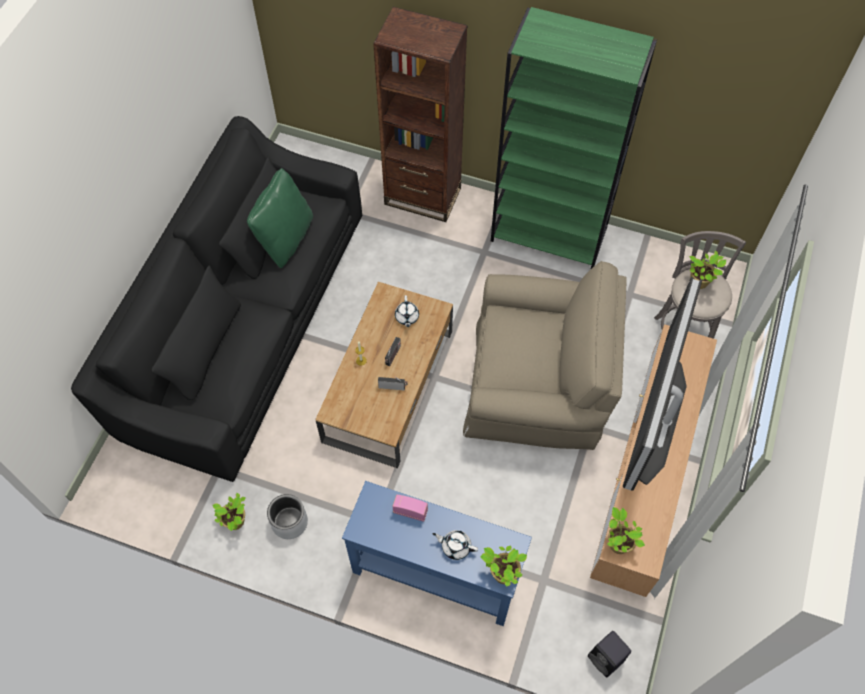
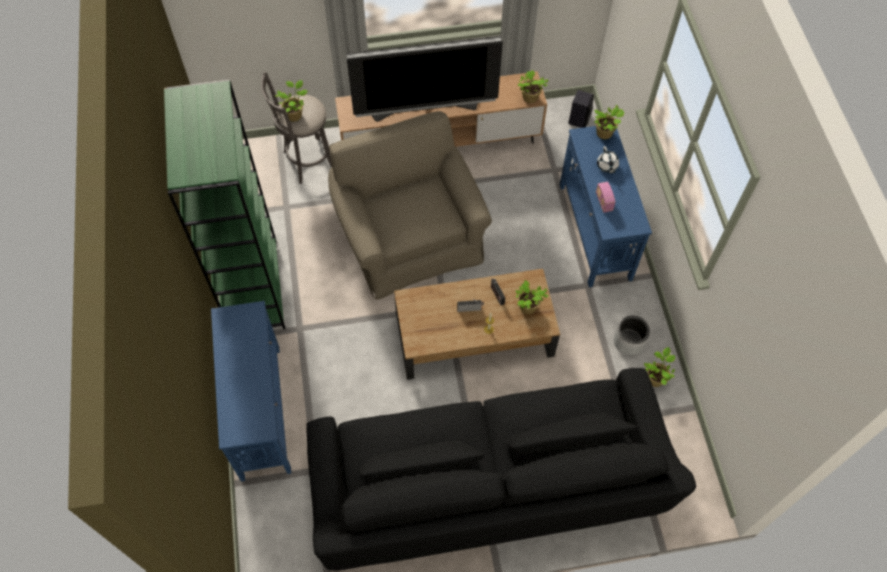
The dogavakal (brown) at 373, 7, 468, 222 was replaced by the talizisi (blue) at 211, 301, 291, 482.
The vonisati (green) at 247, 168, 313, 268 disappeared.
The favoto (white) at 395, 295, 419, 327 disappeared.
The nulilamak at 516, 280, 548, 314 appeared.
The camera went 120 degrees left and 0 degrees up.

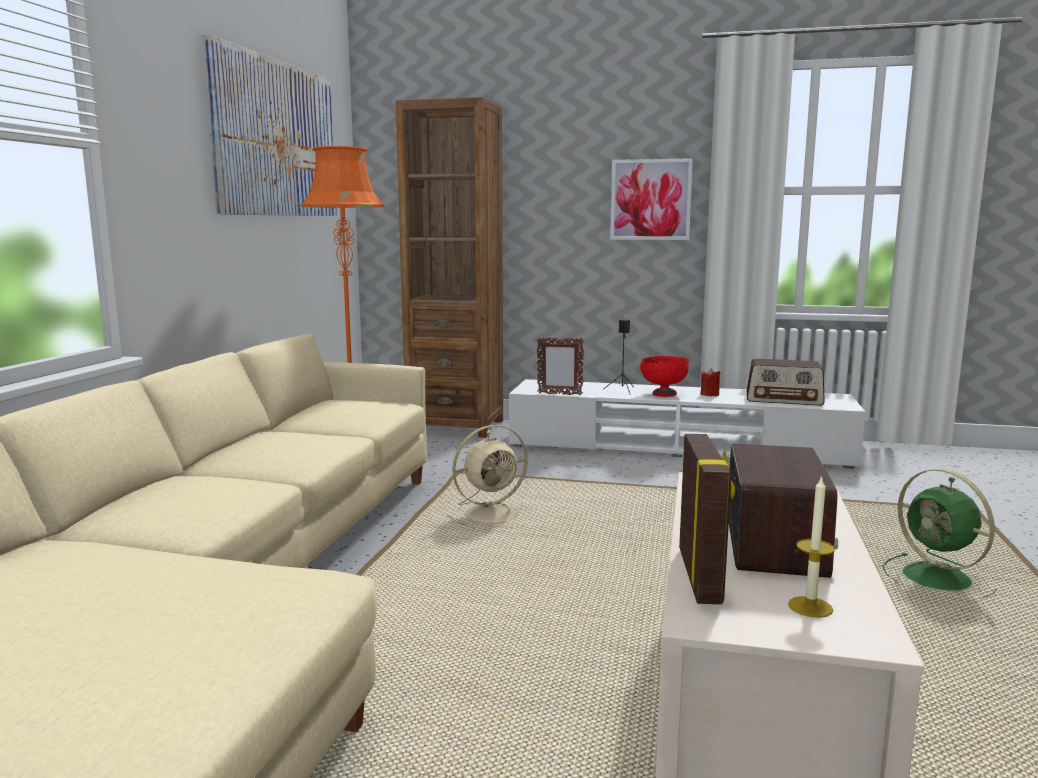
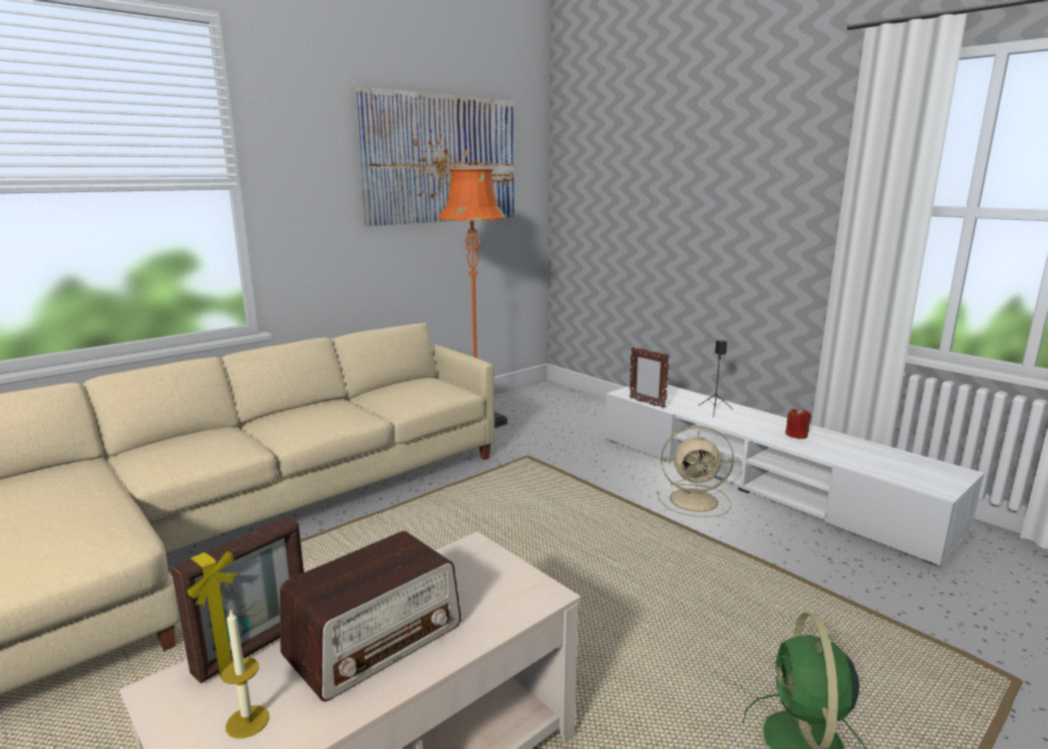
The dogavakal (brown) at 396, 97, 503, 438 disappeared.
The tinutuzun at 610, 158, 693, 240 disappeared.
The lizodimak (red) at 640, 356, 689, 397 disappeared.
The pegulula at 747, 359, 825, 406 disappeared.
The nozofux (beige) moved from 446, 425, 530, 529 to 656, 426, 734, 517.
The camera went 35 degrees right and 5 degrees up.

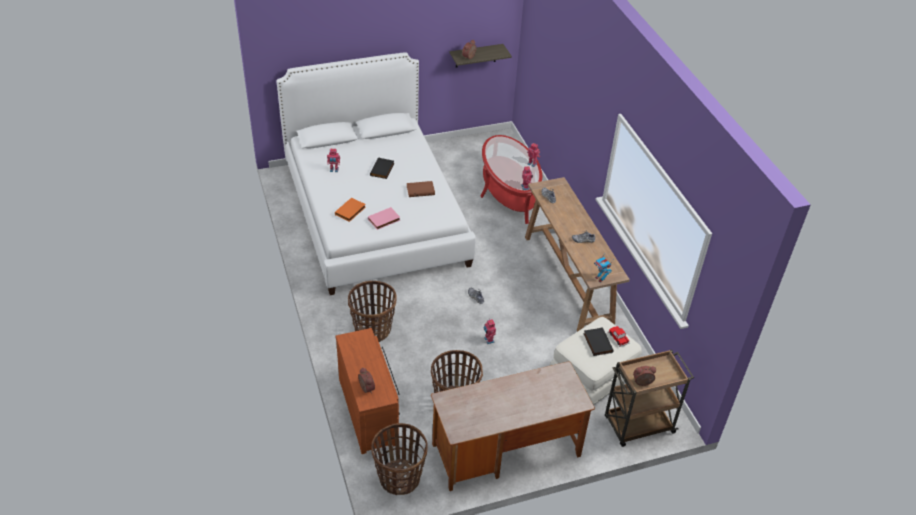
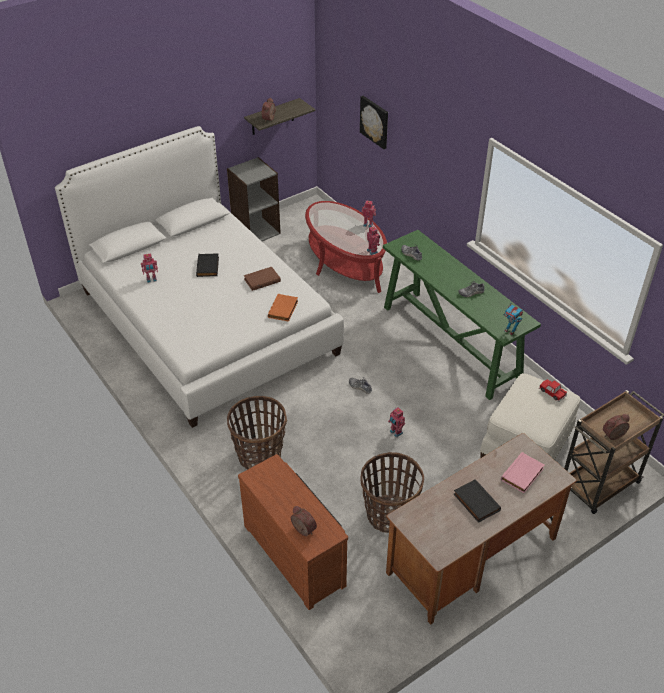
The talizisi (brown) at 525, 177, 630, 332 became the talizisi (green) at 383, 230, 541, 400.
The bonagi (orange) moved from 335, 198, 366, 222 to 268, 294, 298, 322.
The bonagi (pink) moved from 368, 207, 400, 230 to 501, 452, 544, 493.
The bonagi (black) moved from 583, 327, 614, 356 to 454, 479, 501, 523.
The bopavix at 371, 423, 428, 495 disappeared.
The tinutuzun at 360, 96, 388, 149 appeared.
The dogavakal (grey) at 227, 157, 281, 241 appeared.
The camera went 15 degrees left and 0 degrees up.

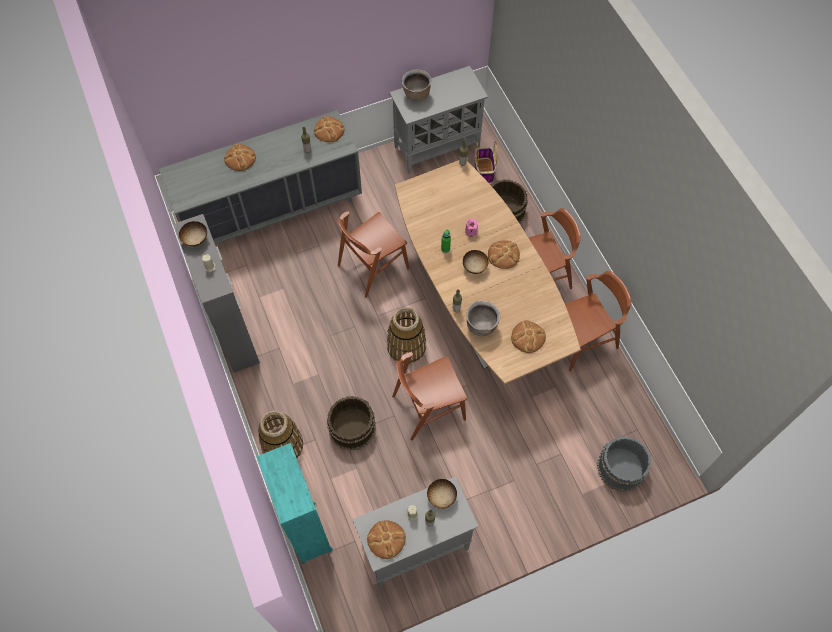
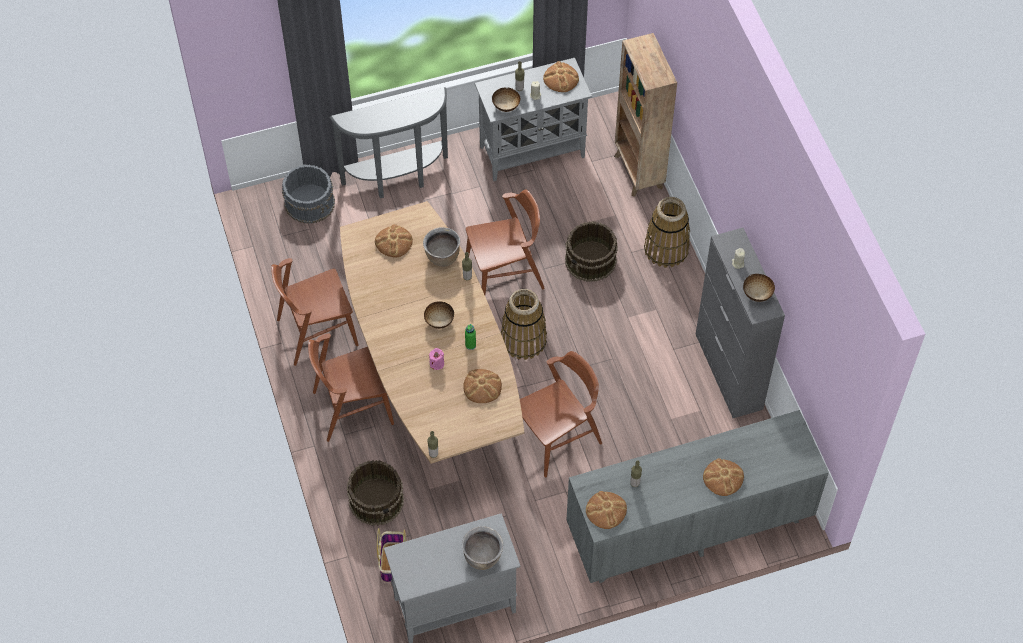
The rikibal moved from 488, 240, 520, 269 to 463, 369, 502, 403.
The dogavakal (turquoise) at 256, 443, 333, 564 became the dogavakal (brown) at 614, 33, 677, 197.
The talizisi (grey) at 329, 87, 448, 198 appeared.
The camera went 175 degrees left and 5 degrees down.

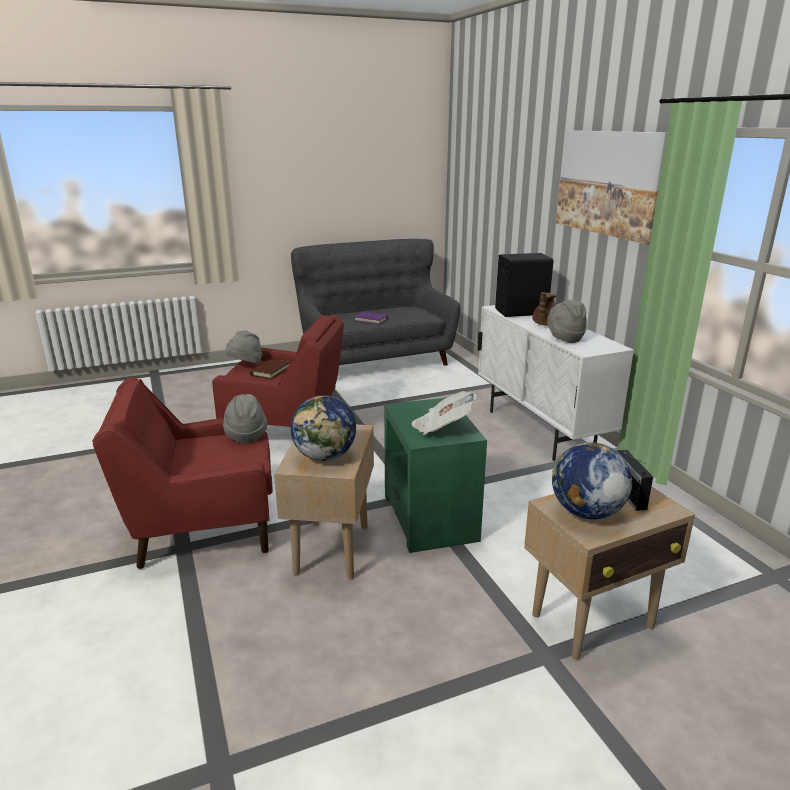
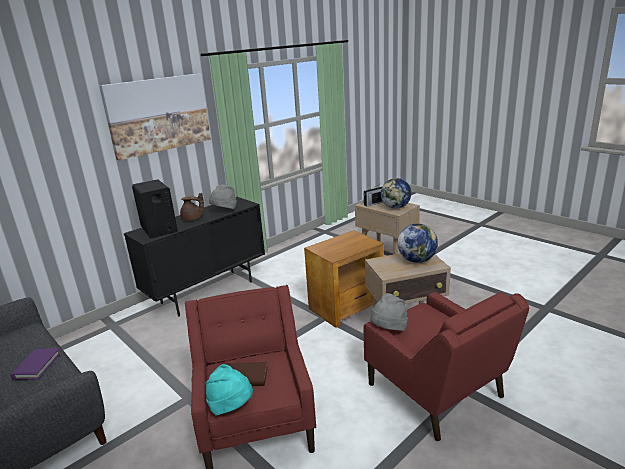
The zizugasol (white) at 477, 305, 634, 461 became the zizugasol (black) at 124, 197, 265, 317.
The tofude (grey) at 225, 330, 262, 364 became the tofude (turquoise) at 205, 364, 253, 416.
The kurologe at 411, 391, 477, 435 disappeared.
The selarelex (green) at 384, 398, 487, 553 became the selarelex (brown) at 304, 230, 384, 328.
The camera went 110 degrees left and 0 degrees up.

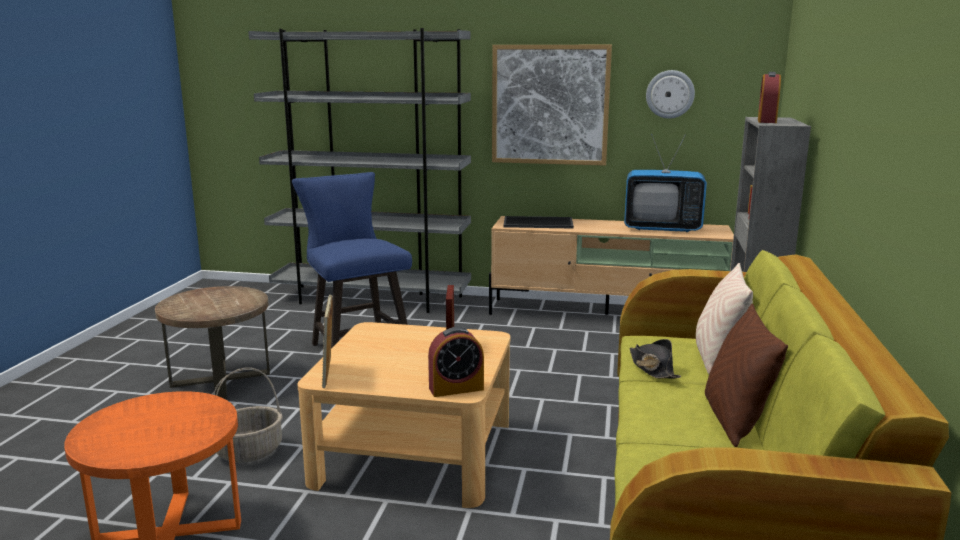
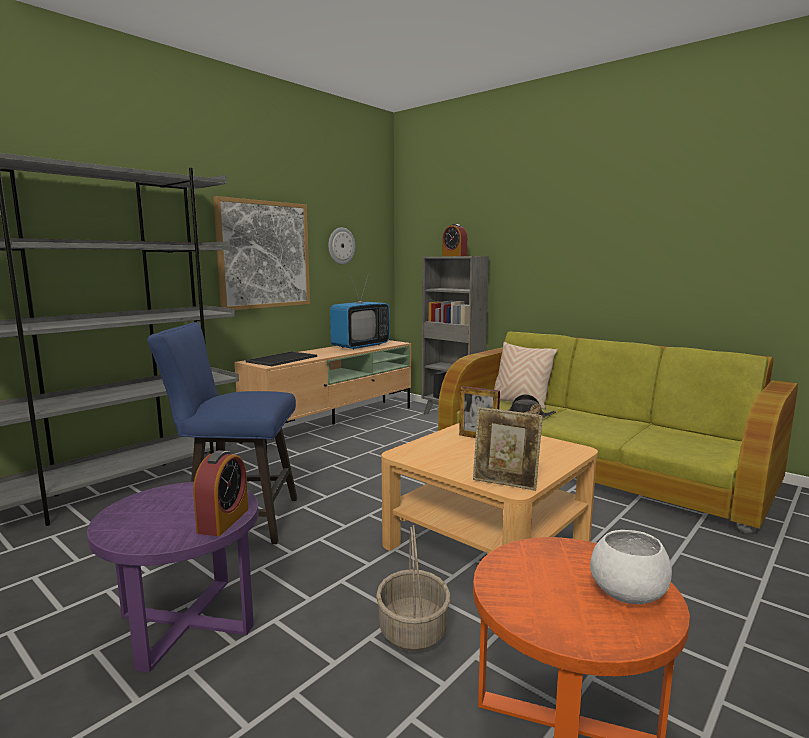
The selarelex (brown) at 155, 286, 270, 399 became the selarelex (purple) at 87, 482, 259, 673.
The vonisati (brown) at 705, 304, 788, 447 disappeared.
The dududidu moved from 428, 327, 484, 397 to 193, 450, 248, 536.
The lizodimak (white) at 590, 530, 672, 604 appeared.
The camera went 60 degrees left and 5 degrees down.

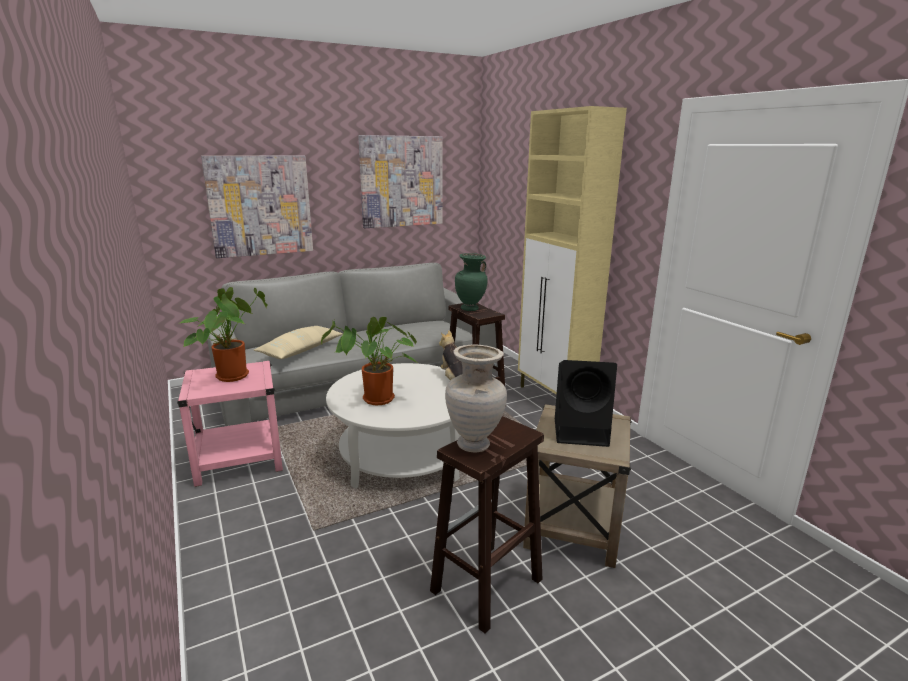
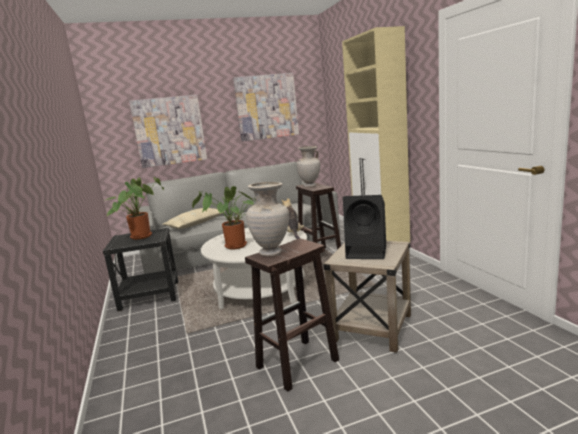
The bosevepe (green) at 455, 253, 488, 311 became the bosevepe (beige) at 297, 146, 320, 187.
The selarelex (pink) at 177, 361, 283, 487 became the selarelex (black) at 103, 228, 178, 311.
The camera went 10 degrees right and 5 degrees down.

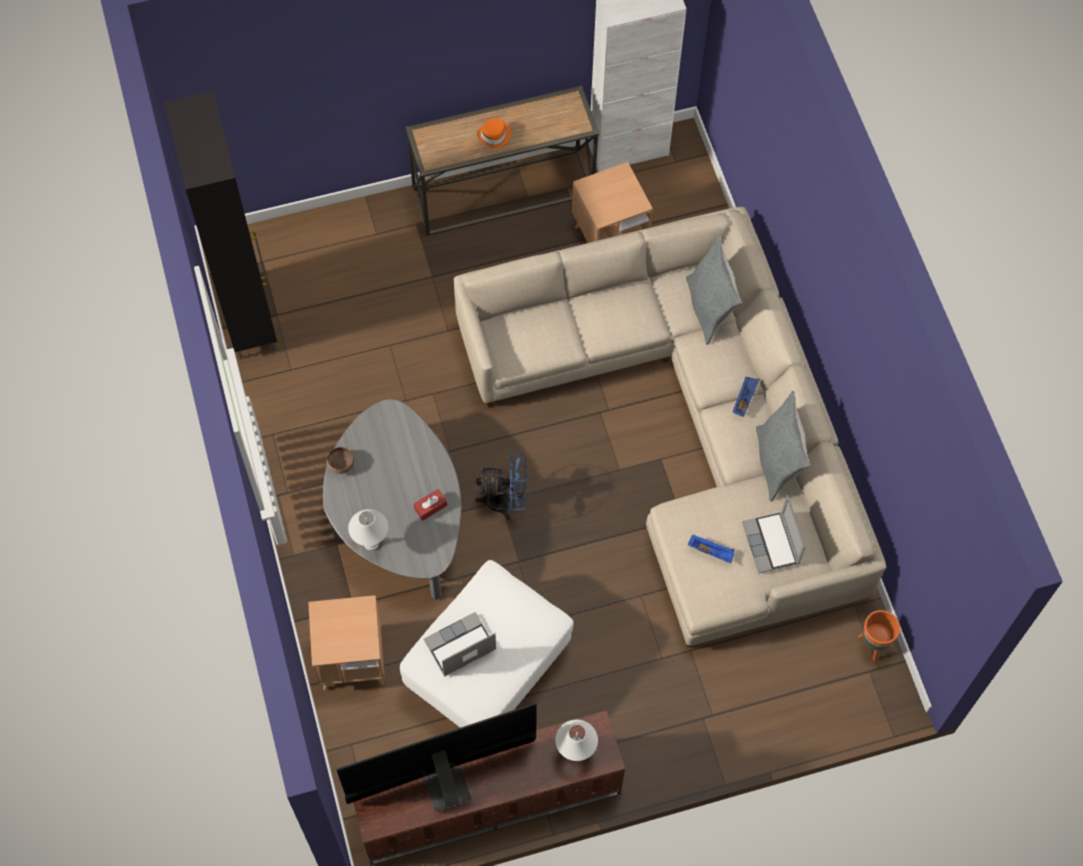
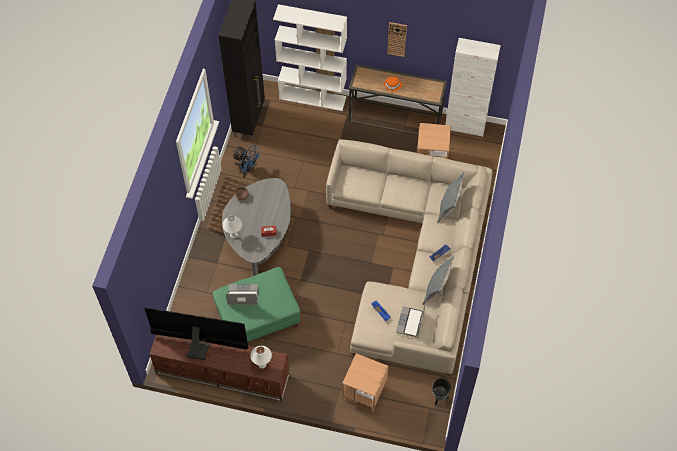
The nozofux (blue) moved from 475, 453, 526, 520 to 232, 145, 261, 178.
The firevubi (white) at 400, 560, 574, 728 became the firevubi (green) at 213, 267, 300, 342.
The selarelex (brown) moved from 308, 595, 385, 690 to 342, 353, 388, 412.
The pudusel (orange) at 858, 610, 900, 661 became the pudusel (black) at 432, 378, 451, 405.
The dogavakal (white) at 273, 4, 347, 111 appeared.
The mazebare at 387, 22, 407, 57 appeared.
The camera went 30 degrees right and 5 degrees down.

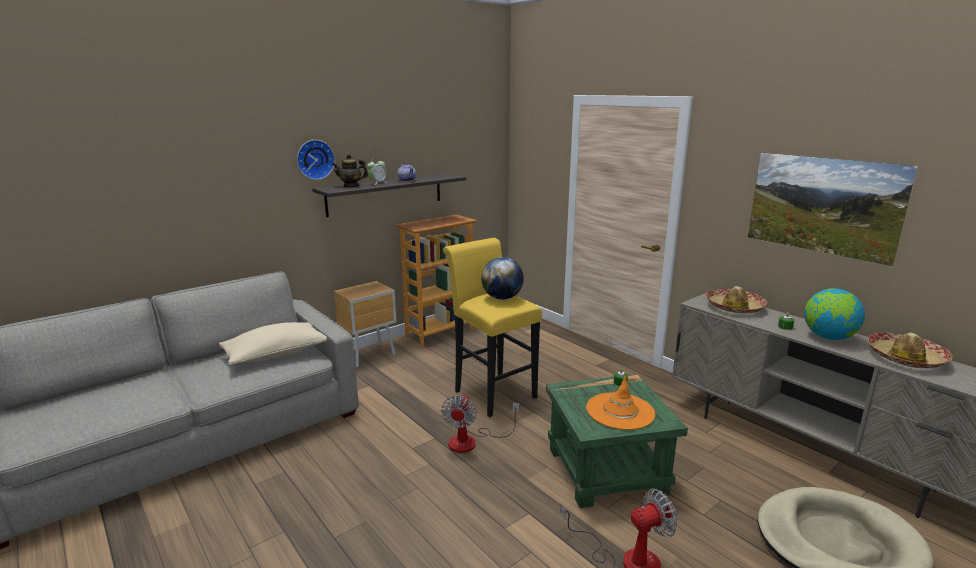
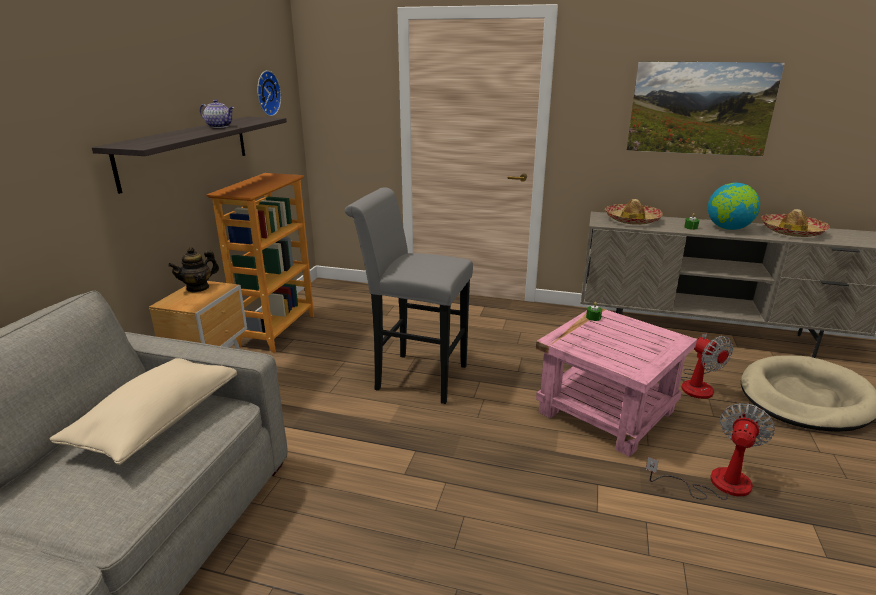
The mazebare moved from 297, 140, 335, 180 to 257, 70, 281, 116.
The favoto moved from 332, 154, 369, 188 to 168, 247, 219, 293.
The dududidu at 367, 158, 386, 185 disappeared.
The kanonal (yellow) at 443, 238, 542, 417 became the kanonal (grey) at 345, 187, 473, 404.
The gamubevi at 481, 257, 524, 300 disappeared.
The selarelex (green) at 546, 375, 688, 508 became the selarelex (pink) at 536, 308, 697, 457.
The tofude (orange) at 586, 376, 655, 430 disappeared.
The nozofux moved from 441, 394, 519, 453 to 681, 333, 733, 399.
The camera went 35 degrees left and 5 degrees up.

